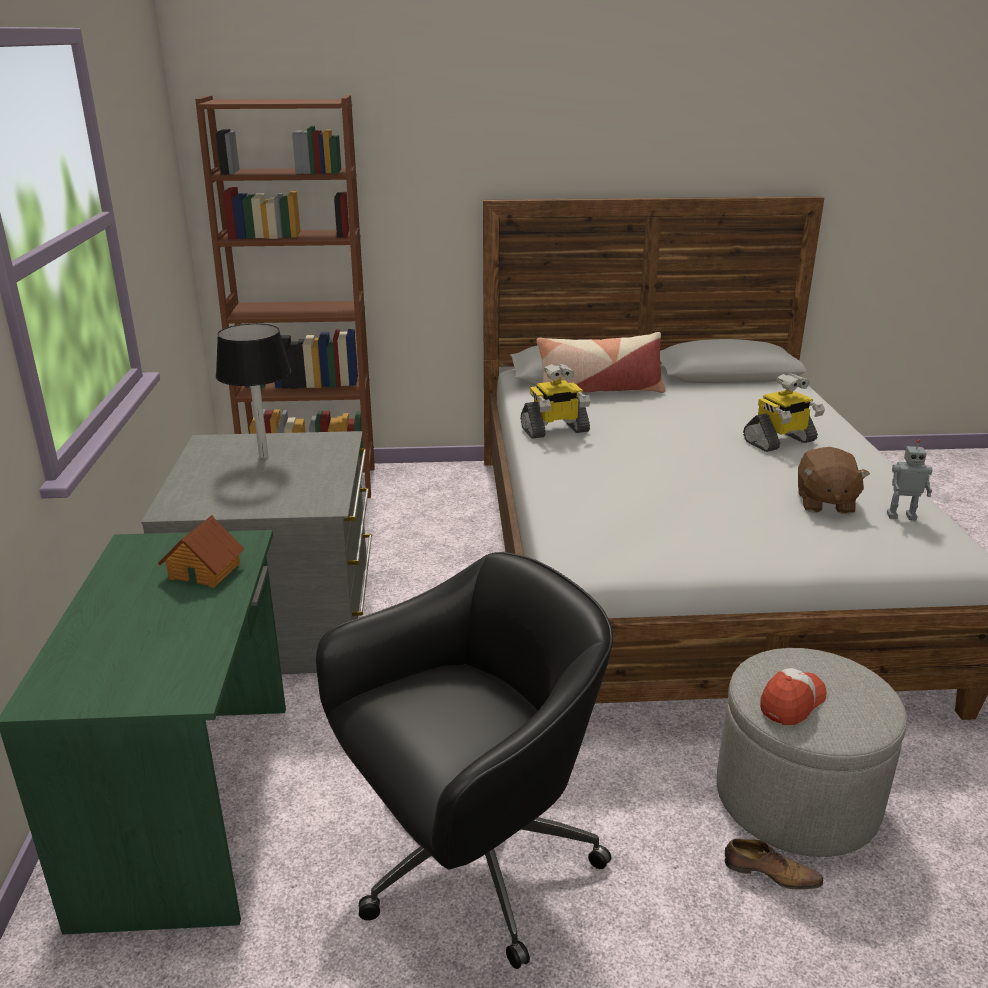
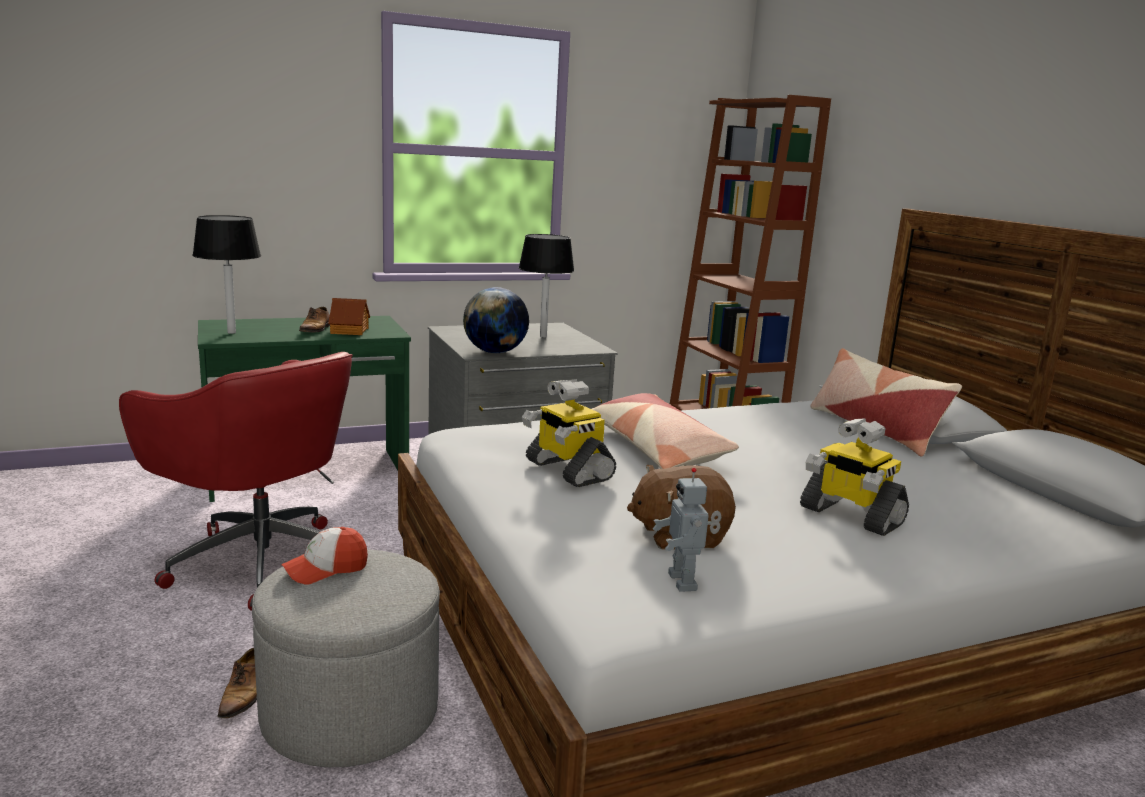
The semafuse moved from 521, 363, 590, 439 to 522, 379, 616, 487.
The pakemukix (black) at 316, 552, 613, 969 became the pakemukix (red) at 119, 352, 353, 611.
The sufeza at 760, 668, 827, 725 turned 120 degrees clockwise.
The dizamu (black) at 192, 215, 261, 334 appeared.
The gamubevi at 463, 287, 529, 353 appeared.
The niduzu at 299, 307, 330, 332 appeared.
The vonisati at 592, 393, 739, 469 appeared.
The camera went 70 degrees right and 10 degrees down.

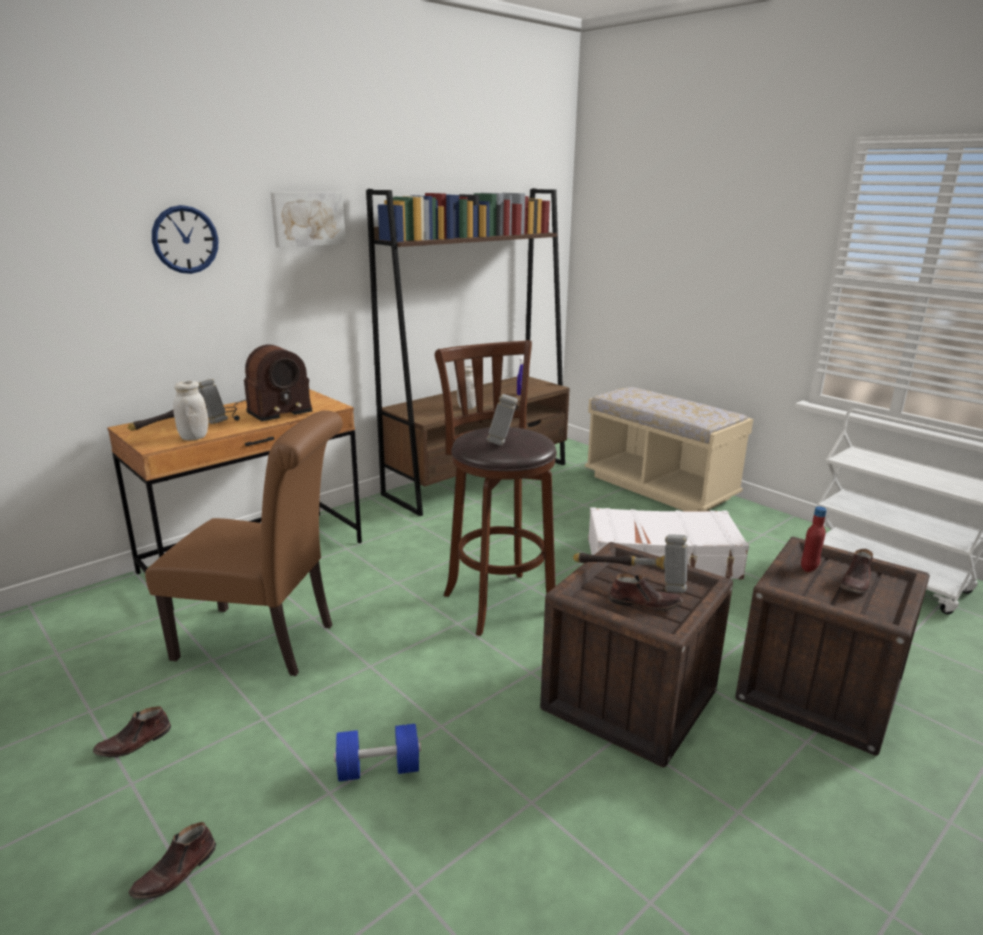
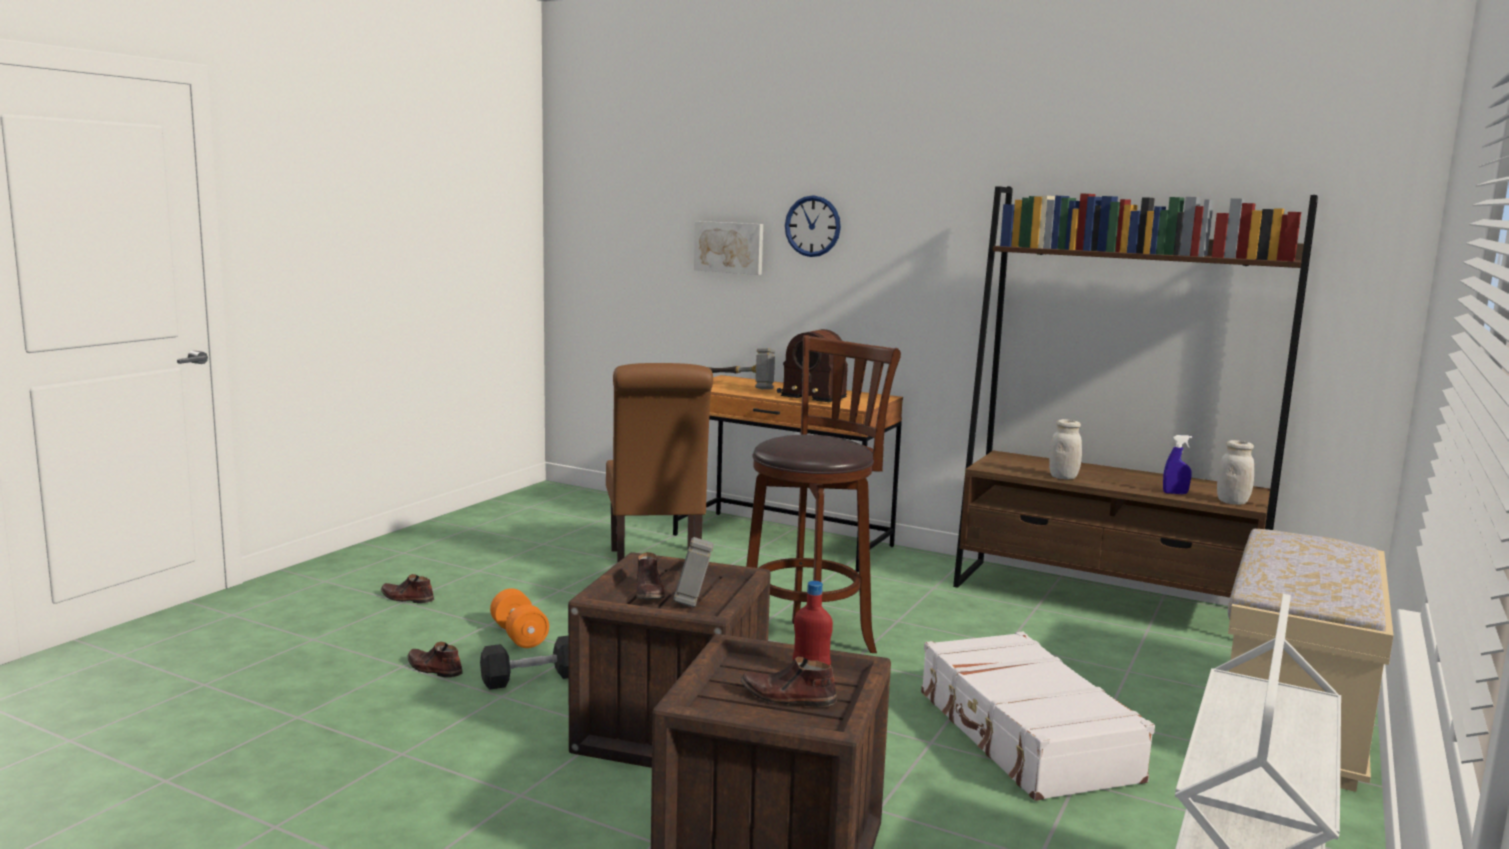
The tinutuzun moved from 271, 192, 346, 248 to 694, 221, 763, 275.
The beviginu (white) moved from 173, 381, 208, 440 to 1217, 440, 1254, 505.
The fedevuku at 486, 394, 518, 446 disappeared.
The niduzu (brown) moved from 93, 706, 171, 757 to 408, 642, 463, 677.
The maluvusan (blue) at 334, 724, 421, 782 became the maluvusan (orange) at 490, 588, 549, 648.
The maluvusan (black) at 480, 636, 569, 690 appeared.
The camera went 70 degrees right and 10 degrees down.

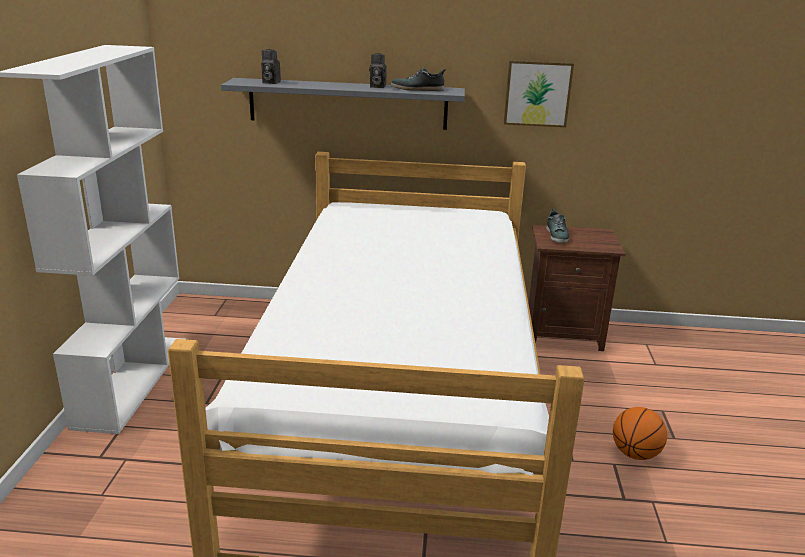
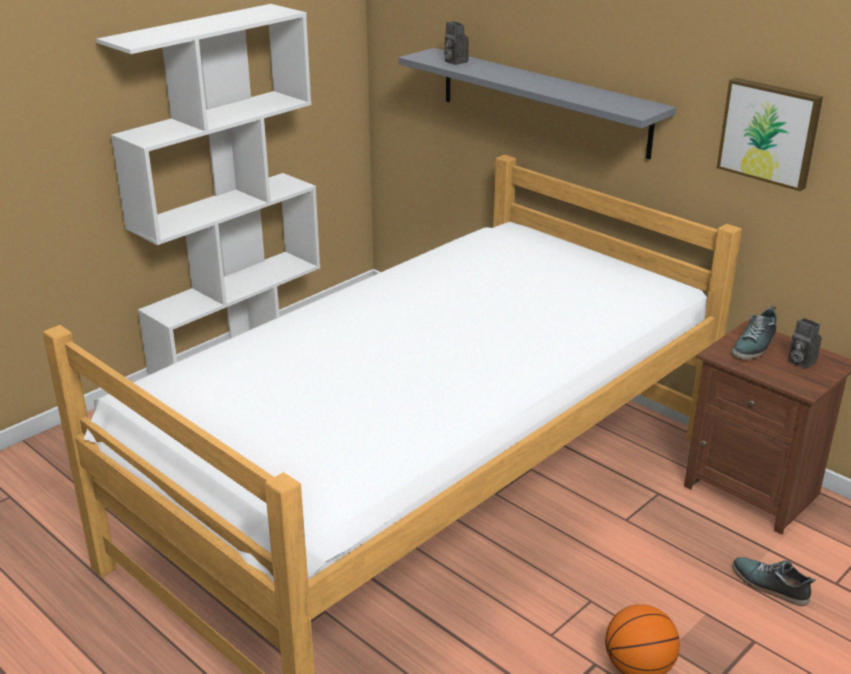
The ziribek moved from 369, 53, 387, 88 to 788, 318, 822, 369.
The niduzu moved from 391, 67, 446, 91 to 733, 557, 816, 606.
The camera went 40 degrees right and 5 degrees up.

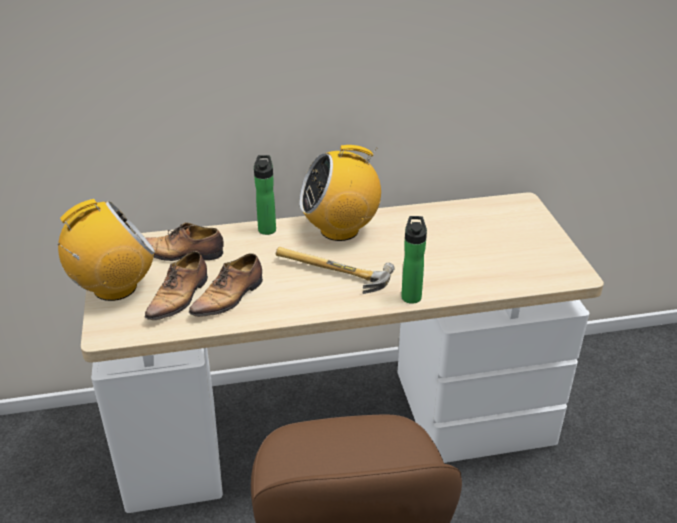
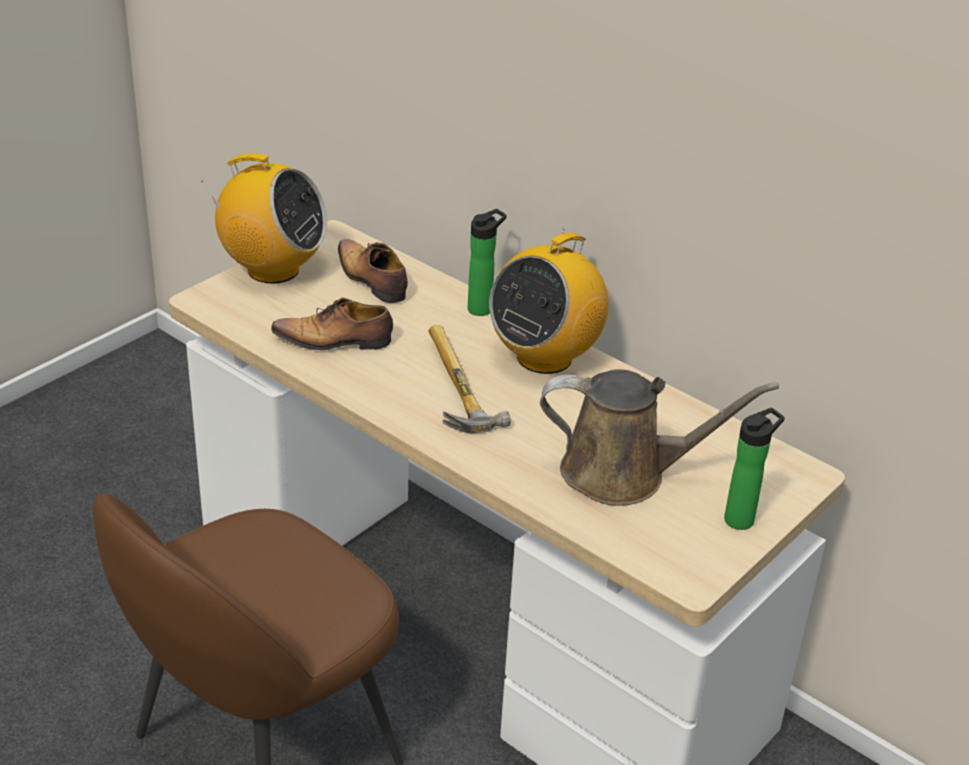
The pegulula at 299, 145, 381, 241 turned 90 degrees counterclockwise.
The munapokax moved from 401, 216, 427, 304 to 724, 408, 785, 530.
The niduzu at 144, 251, 208, 320 disappeared.
The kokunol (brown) at 540, 369, 779, 506 appeared.
The camera went 50 degrees right and 0 degrees up.

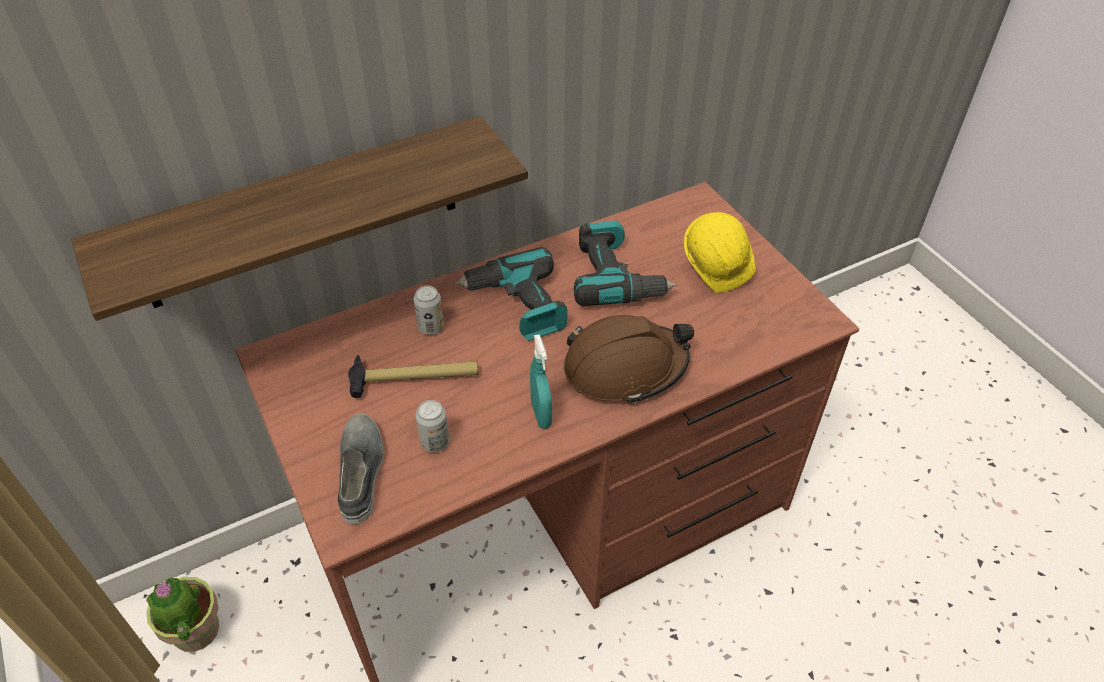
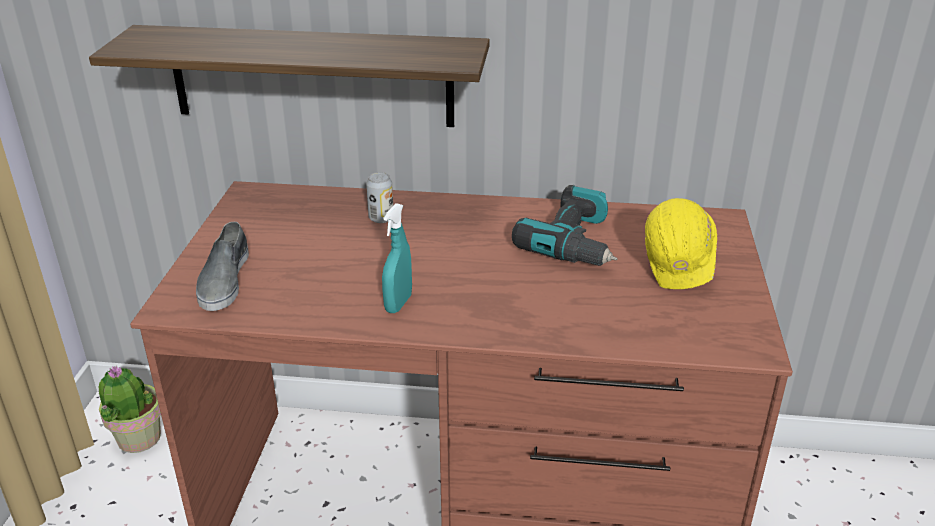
The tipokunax at 454, 247, 567, 341 disappeared.
The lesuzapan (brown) at 564, 315, 694, 404 disappeared.
The fedevuku at 348, 355, 478, 398 disappeared.
The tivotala at 415, 400, 449, 453 disappeared.
The niduzu (grey) at 338, 413, 384, 525 turned 150 degrees clockwise.
The camera went 35 degrees right and 15 degrees down.

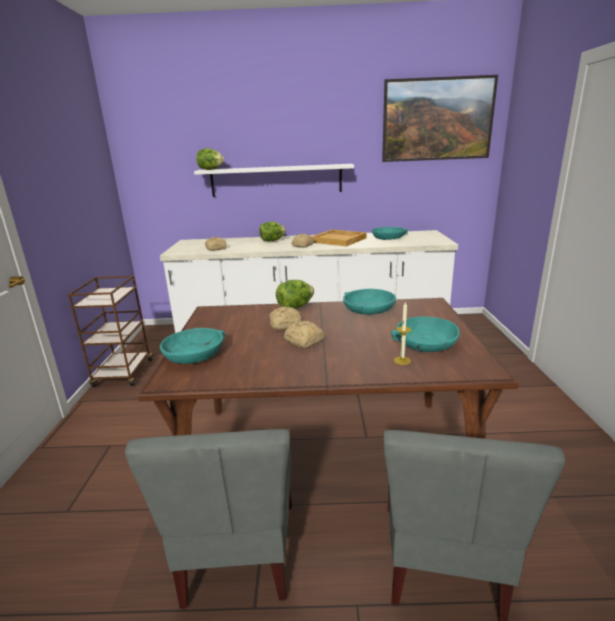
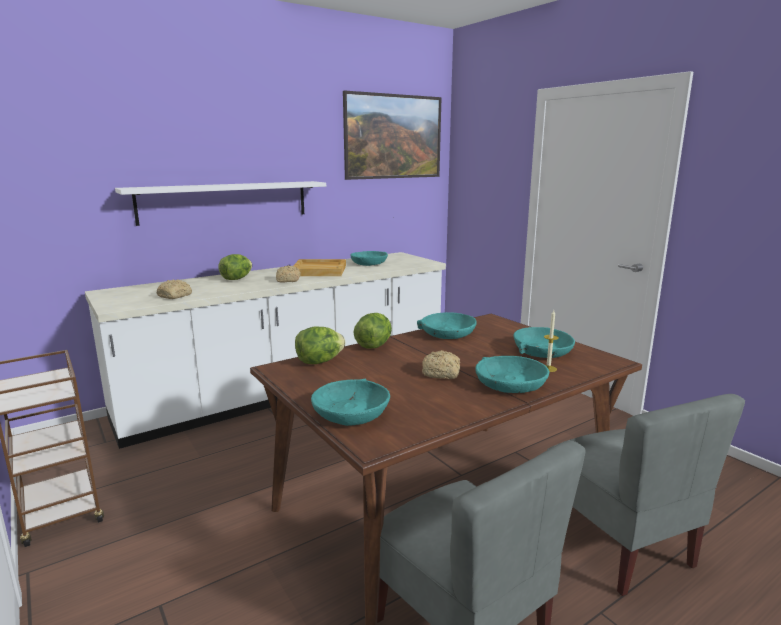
The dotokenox moved from 196, 148, 224, 170 to 295, 327, 345, 364.
The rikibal at 269, 306, 302, 330 disappeared.
The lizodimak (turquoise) at 475, 356, 550, 393 appeared.
The camera went 35 degrees left and 5 degrees down.

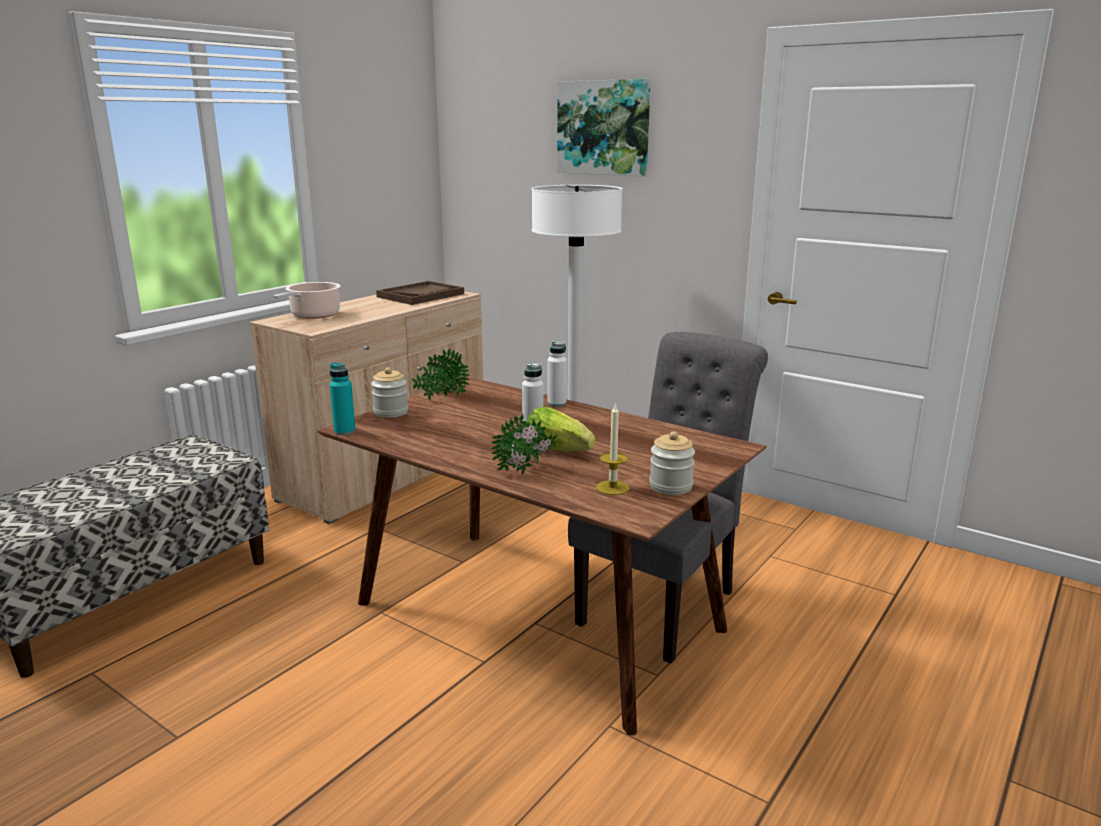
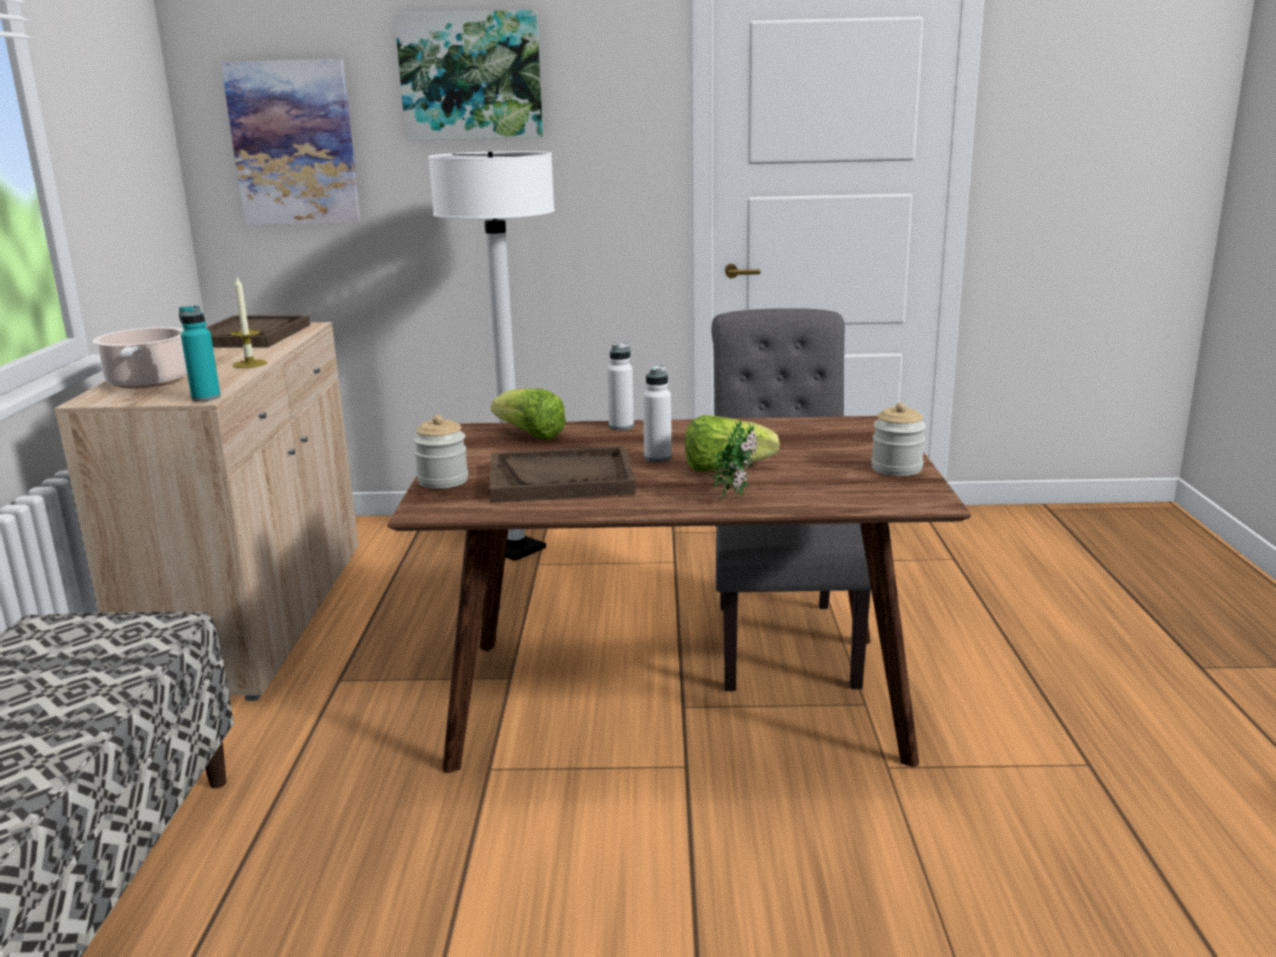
The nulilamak at 412, 349, 469, 400 disappeared.
The munapokax (turquoise) moved from 329, 363, 356, 435 to 179, 305, 221, 401.
The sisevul moved from 596, 405, 630, 495 to 231, 277, 267, 368.
The tinutuzun at 221, 59, 361, 225 appeared.
The dotokenox at 491, 388, 566, 440 appeared.
The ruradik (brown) at 489, 446, 636, 503 appeared.
The camera went 35 degrees left and 0 degrees up.

